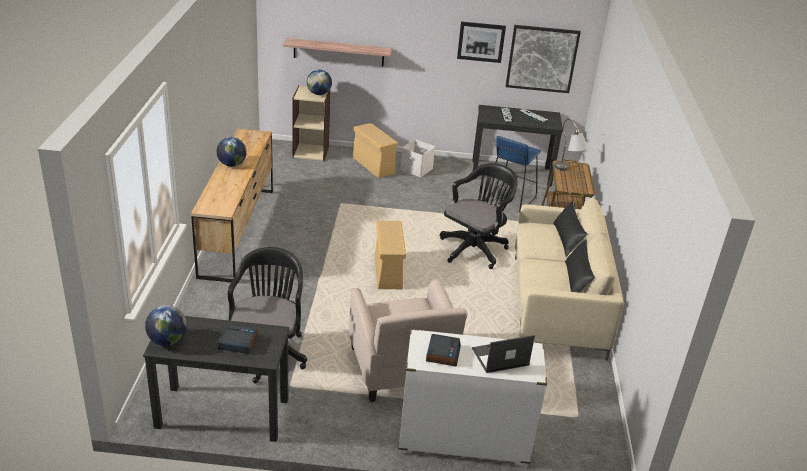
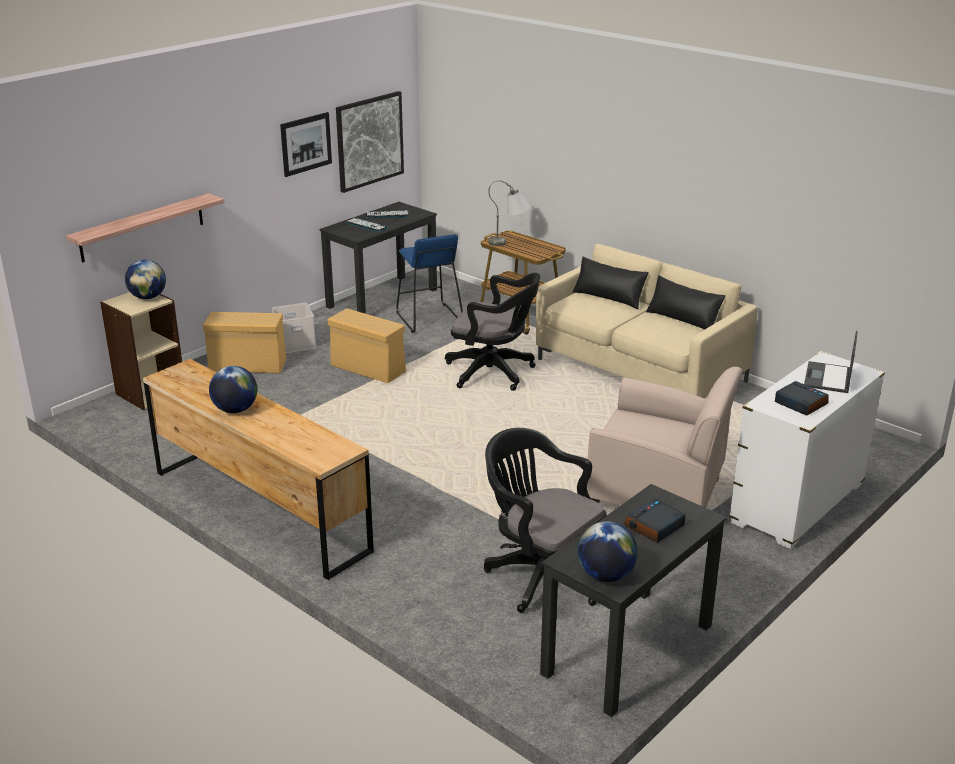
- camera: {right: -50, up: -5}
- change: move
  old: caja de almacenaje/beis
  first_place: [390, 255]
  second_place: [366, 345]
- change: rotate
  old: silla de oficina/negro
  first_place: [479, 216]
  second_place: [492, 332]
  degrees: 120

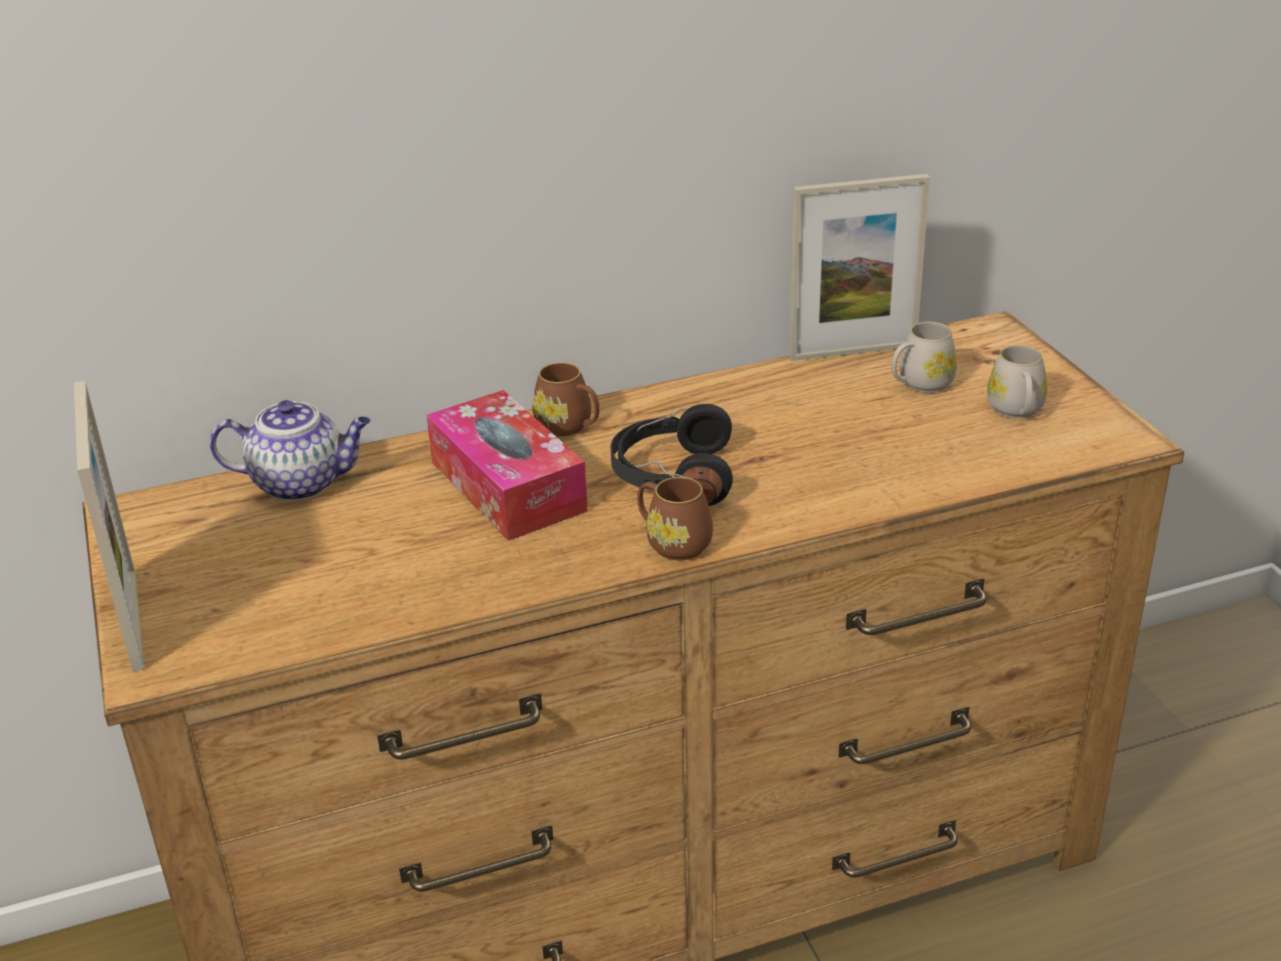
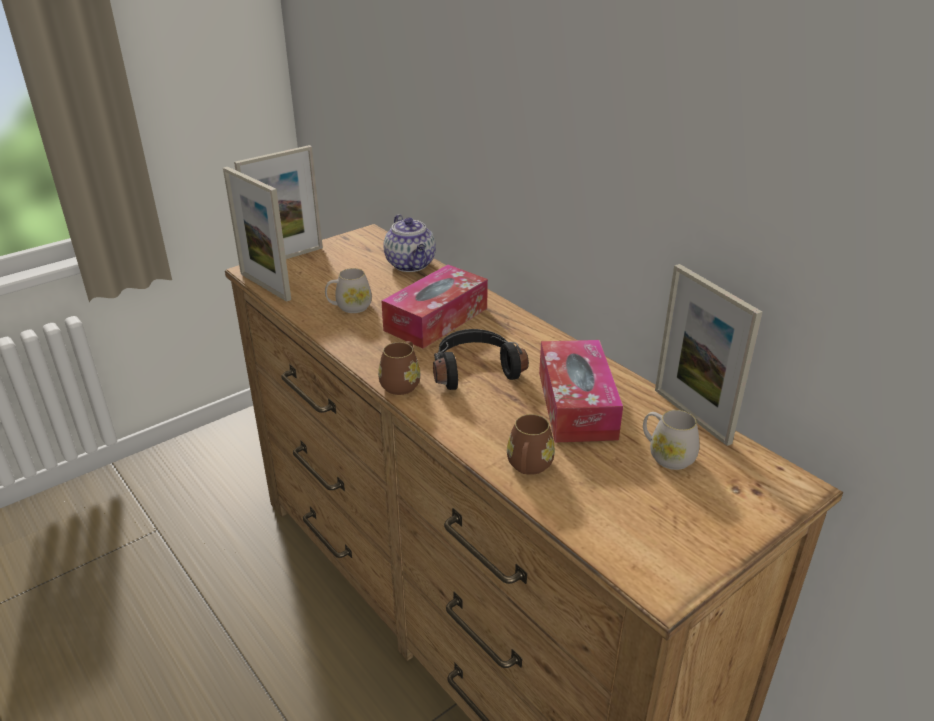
- camera: {right: 70, up: 0}
- change: insert
  new: portarretratos
  second_place: [257, 234]
- change: move
  old: taza grande/blanco
  first_place: [1017, 381]
  second_place: [348, 290]
- change: move
  old: taza grande/marrón
  first_place: [566, 399]
  second_place: [531, 444]
- change: insert
  new: caja de pañuelos
  second_place: [581, 391]

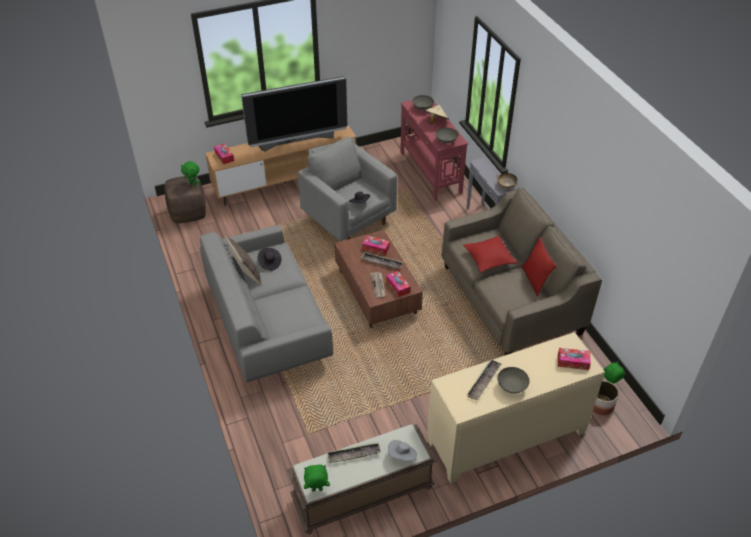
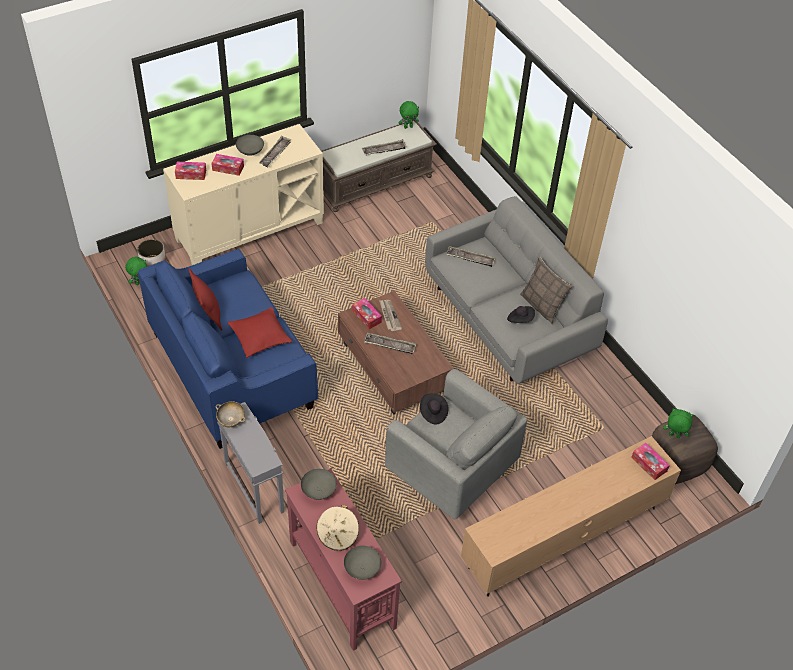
- camera: {right: 170, up: 5}
- change: recolor
  old: sofá/beis
  new: sofá/azul
  first_place: [521, 271]
  second_place: [228, 349]
- change: move
  old: caja de pañuelos
  first_place: [376, 245]
  second_place: [227, 165]
- change: insert
  new: bandeja
  second_place: [471, 256]
- change: delete
  old: televisor
  first_place: [294, 113]
- change: delete
  old: sombrero/gris
  first_place: [402, 450]

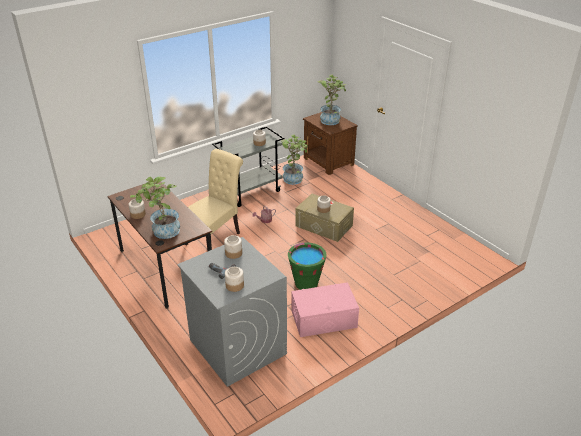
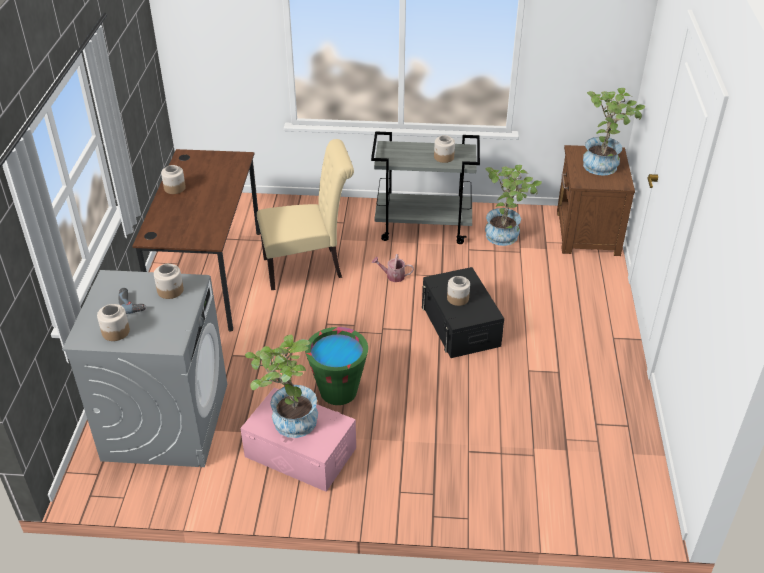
- camera: {right: 40, up: 5}
- change: move
  old: planta en maceta
  first_place: [155, 207]
  second_place: [281, 386]
- change: recolor
  old: caja de almacenaje/beis
  new: caja de almacenaje/negro
  first_place: [325, 218]
  second_place: [463, 312]

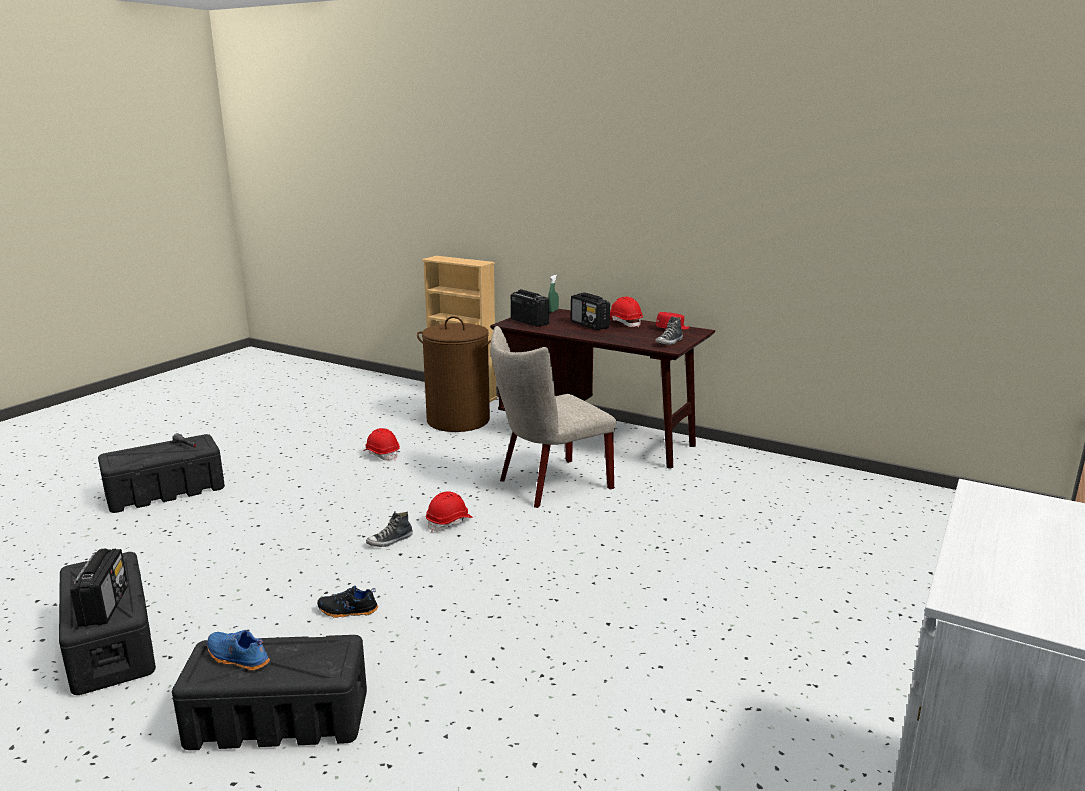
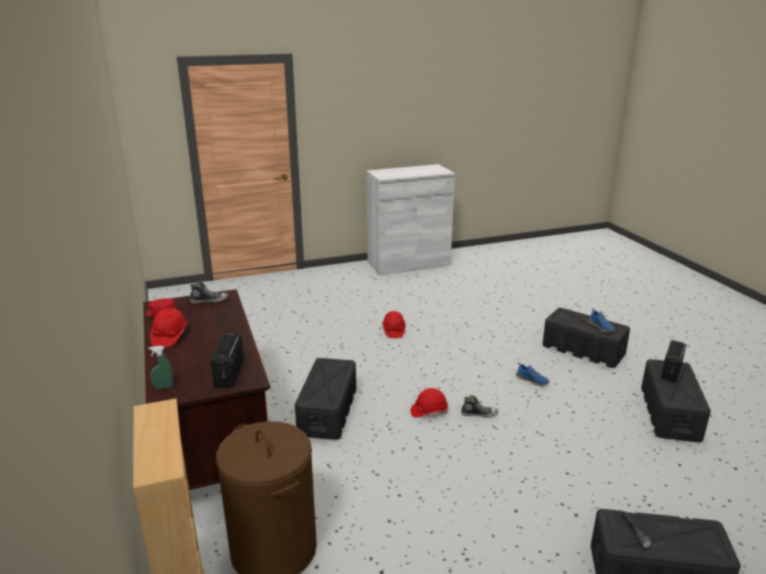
- camera: {right: -140, up: 5}
- change: replace
  old: silla/beis
  new: caja de almacenaje/negro
  first_place: [553, 417]
  second_place: [325, 399]
- change: move
  old: casco/rojo
  first_place: [382, 444]
  second_place: [394, 324]
- change: recolor
  old: zapato/negro
  new: zapato/azul
  first_place: [347, 602]
  second_place: [532, 374]
- change: delete
  old: radio
  first_place: [590, 311]

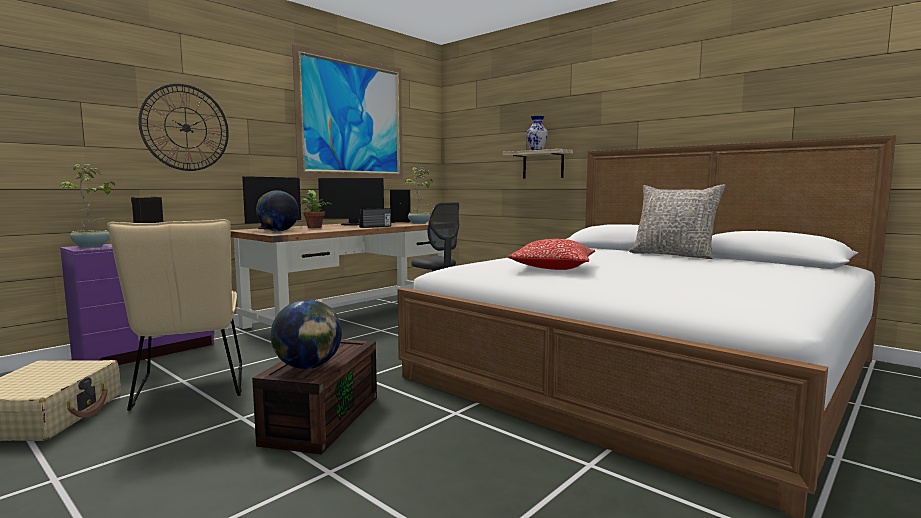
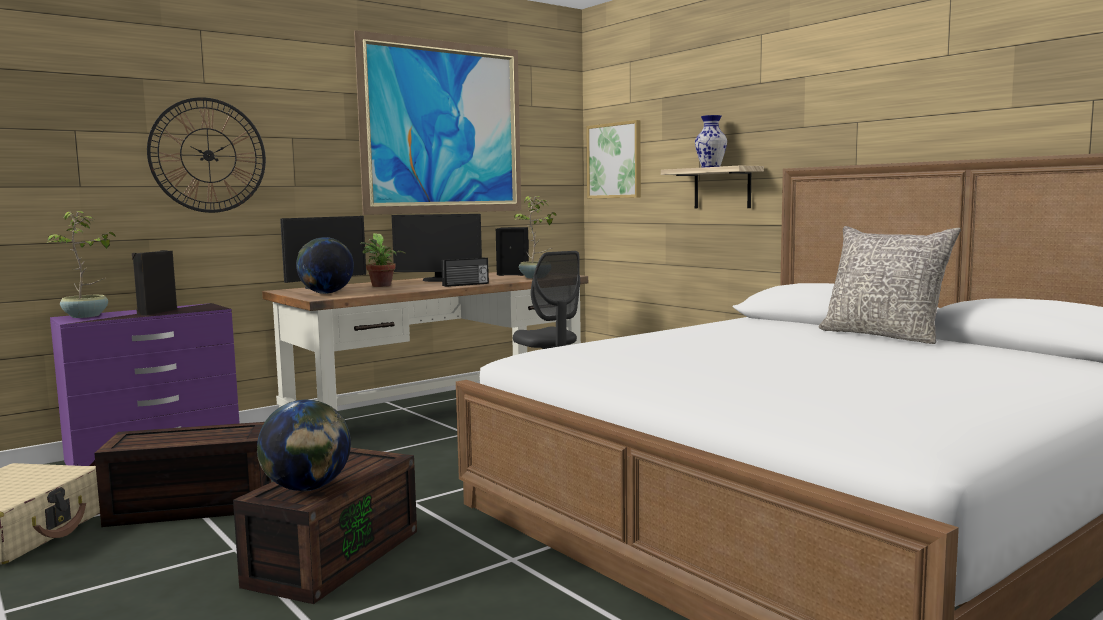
- camera: {right: 10, up: 0}
- change: replace
  old: silla/beis
  new: caja de almacenaje/marrón
  first_place: [174, 315]
  second_place: [182, 474]
- change: insert
  new: cuadro
  second_place: [613, 159]
- change: delete
  old: cojín
  first_place: [551, 254]

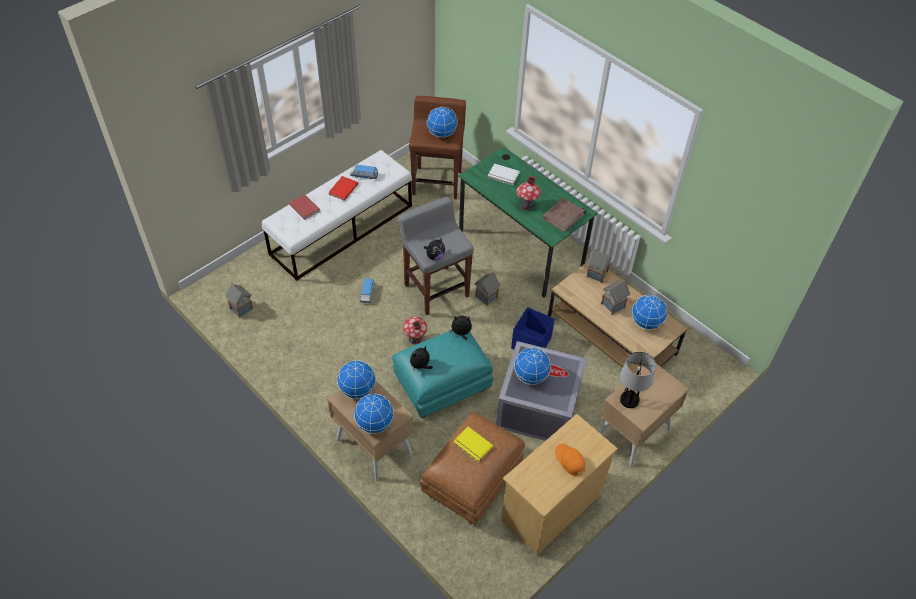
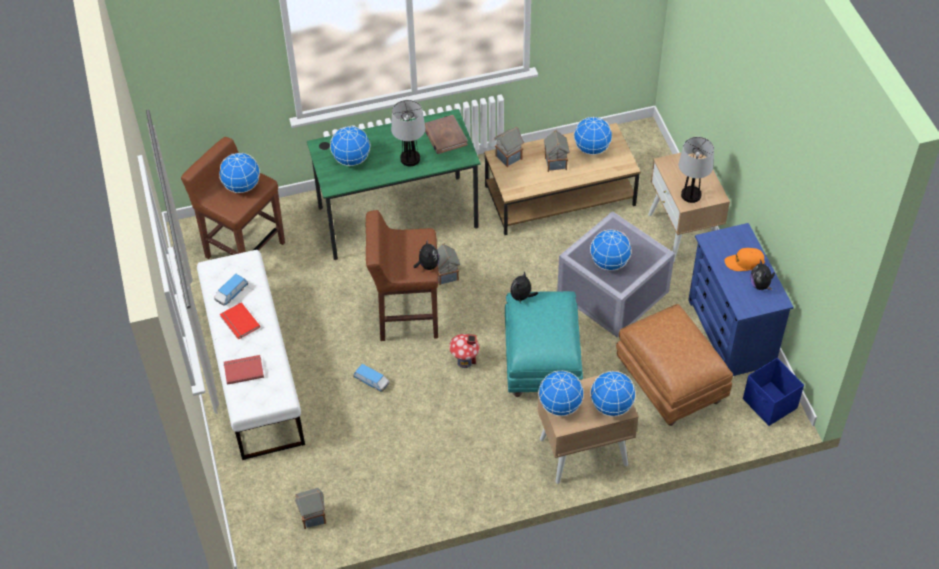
- camera: {right: -60, up: 0}
- change: replace
  old: libro/blanco
  new: globo terráqueo
  first_place: [503, 174]
  second_place: [350, 146]
- change: recolor
  old: taburete/gris
  new: taburete/marrón
  first_place: [436, 256]
  second_place: [402, 275]
- change: replace
  old: casita
  new: lámpara de mesa
  first_place: [529, 193]
  second_place: [408, 133]
- change: recolor
  old: cómoda/beis
  new: cómoda/azul
  first_place: [559, 484]
  second_place: [741, 299]
- change: move
  old: caja de almacenaje/azul
  first_place: [533, 328]
  second_place: [773, 392]
- change: move
  old: peluche
  first_place: [421, 357]
  second_place: [762, 274]
- change: delete
  old: libro/amarillo
  first_place: [473, 444]

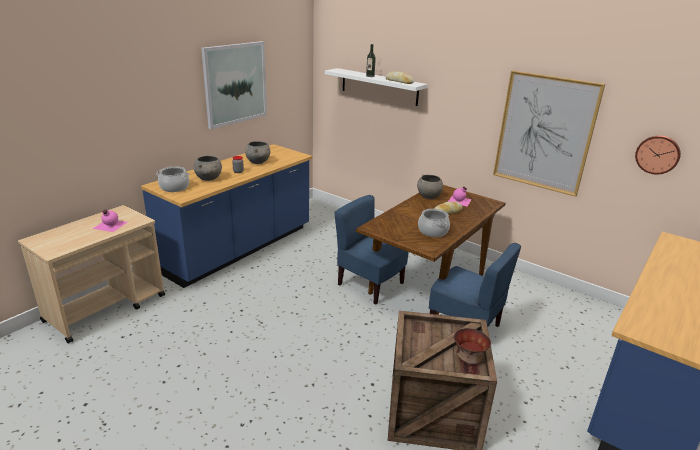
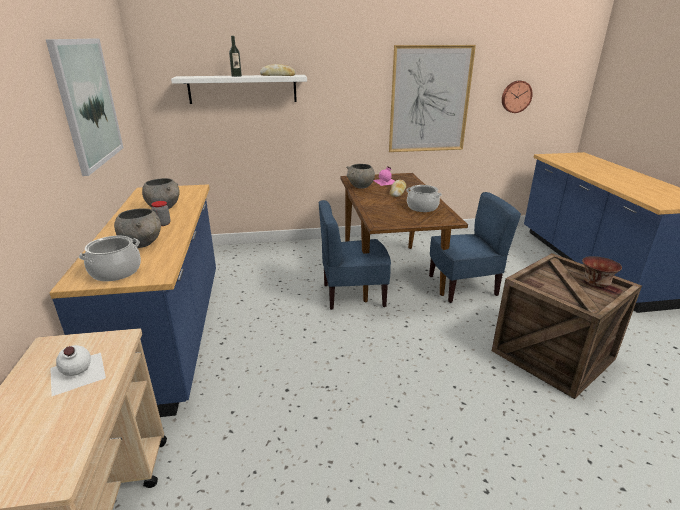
- camera: {right: -45, up: 0}
- change: recolor
  old: botella/rosa
  new: botella/blanco
  first_place: [110, 221]
  second_place: [78, 370]

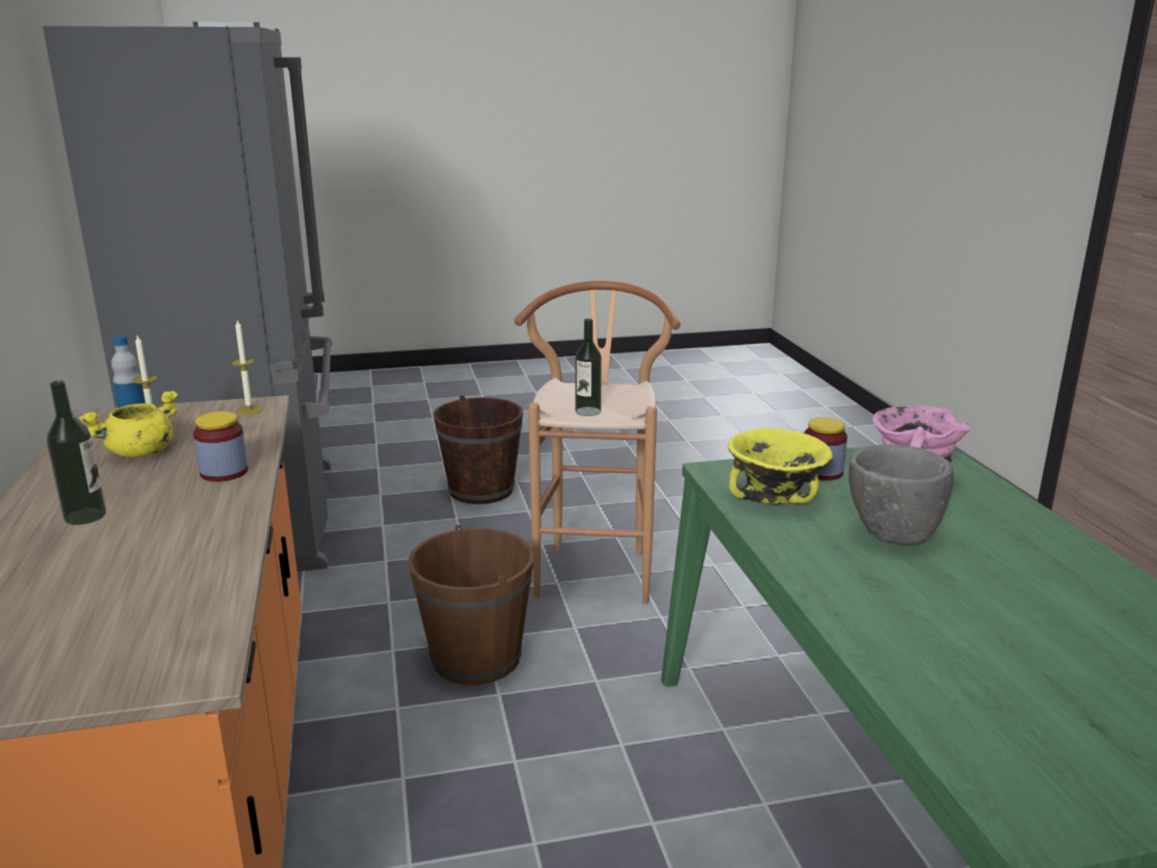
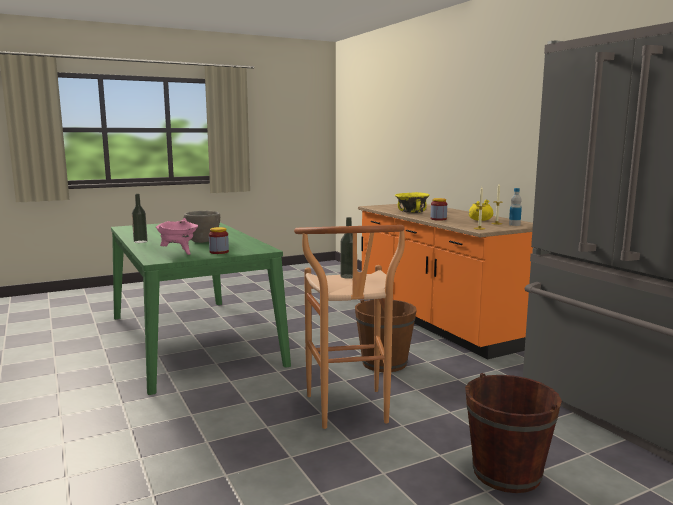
- camera: {right: 165, up: -10}
- change: move
  old: botella
  first_place: [76, 452]
  second_place: [140, 218]
- change: move
  old: cuenco/amarillo
  first_place: [780, 466]
  second_place: [412, 202]

